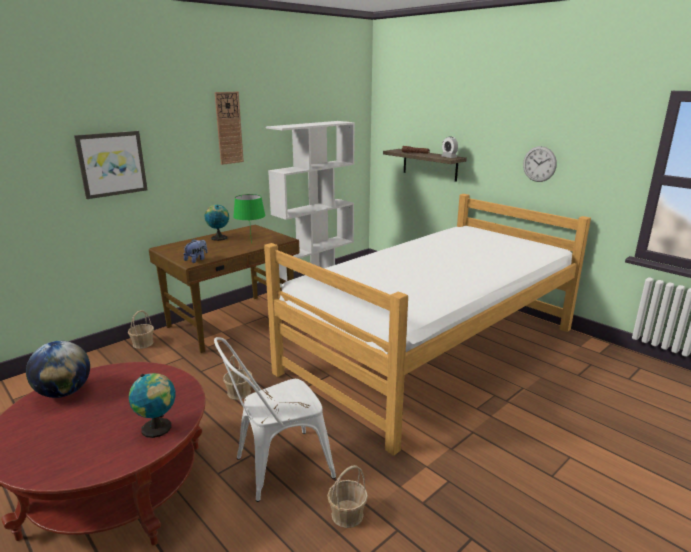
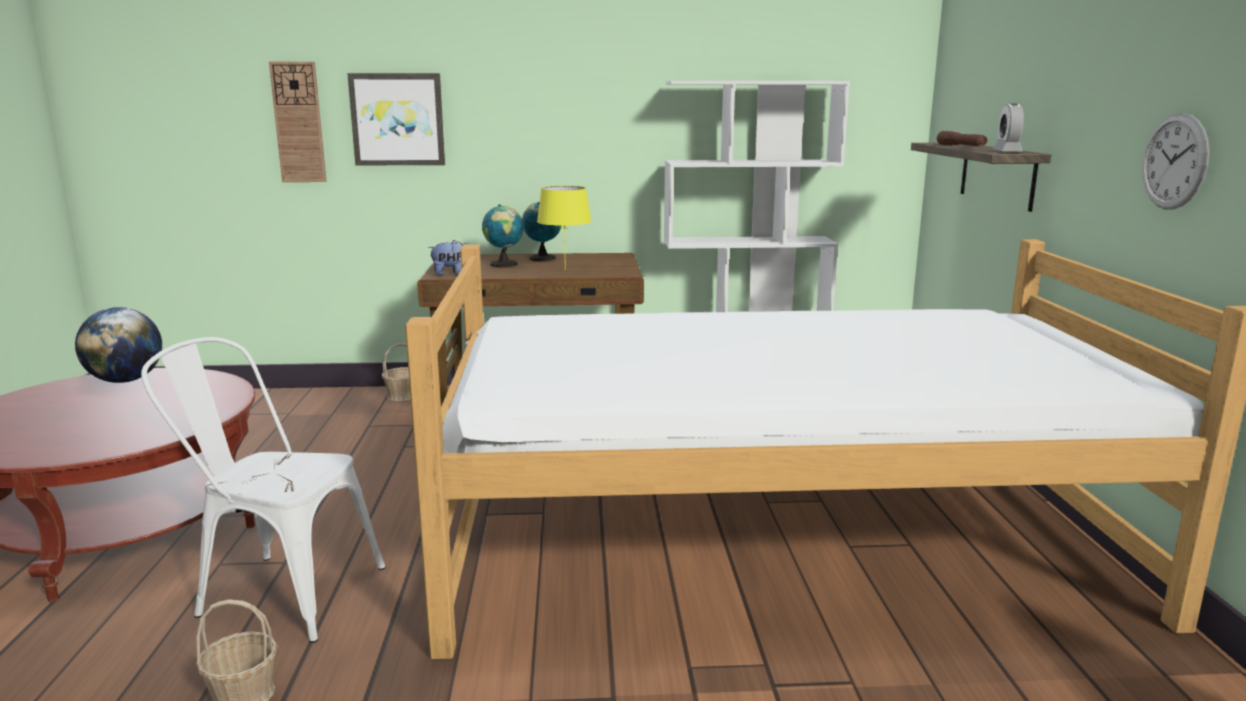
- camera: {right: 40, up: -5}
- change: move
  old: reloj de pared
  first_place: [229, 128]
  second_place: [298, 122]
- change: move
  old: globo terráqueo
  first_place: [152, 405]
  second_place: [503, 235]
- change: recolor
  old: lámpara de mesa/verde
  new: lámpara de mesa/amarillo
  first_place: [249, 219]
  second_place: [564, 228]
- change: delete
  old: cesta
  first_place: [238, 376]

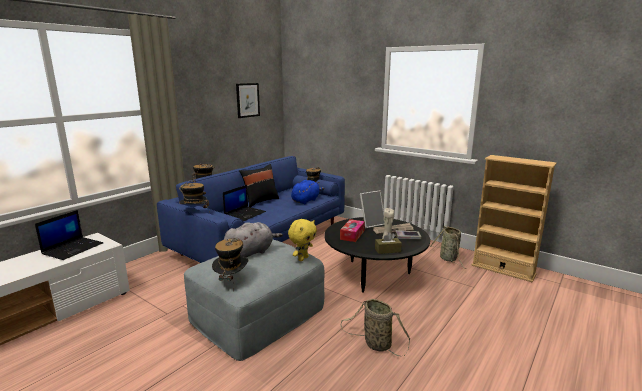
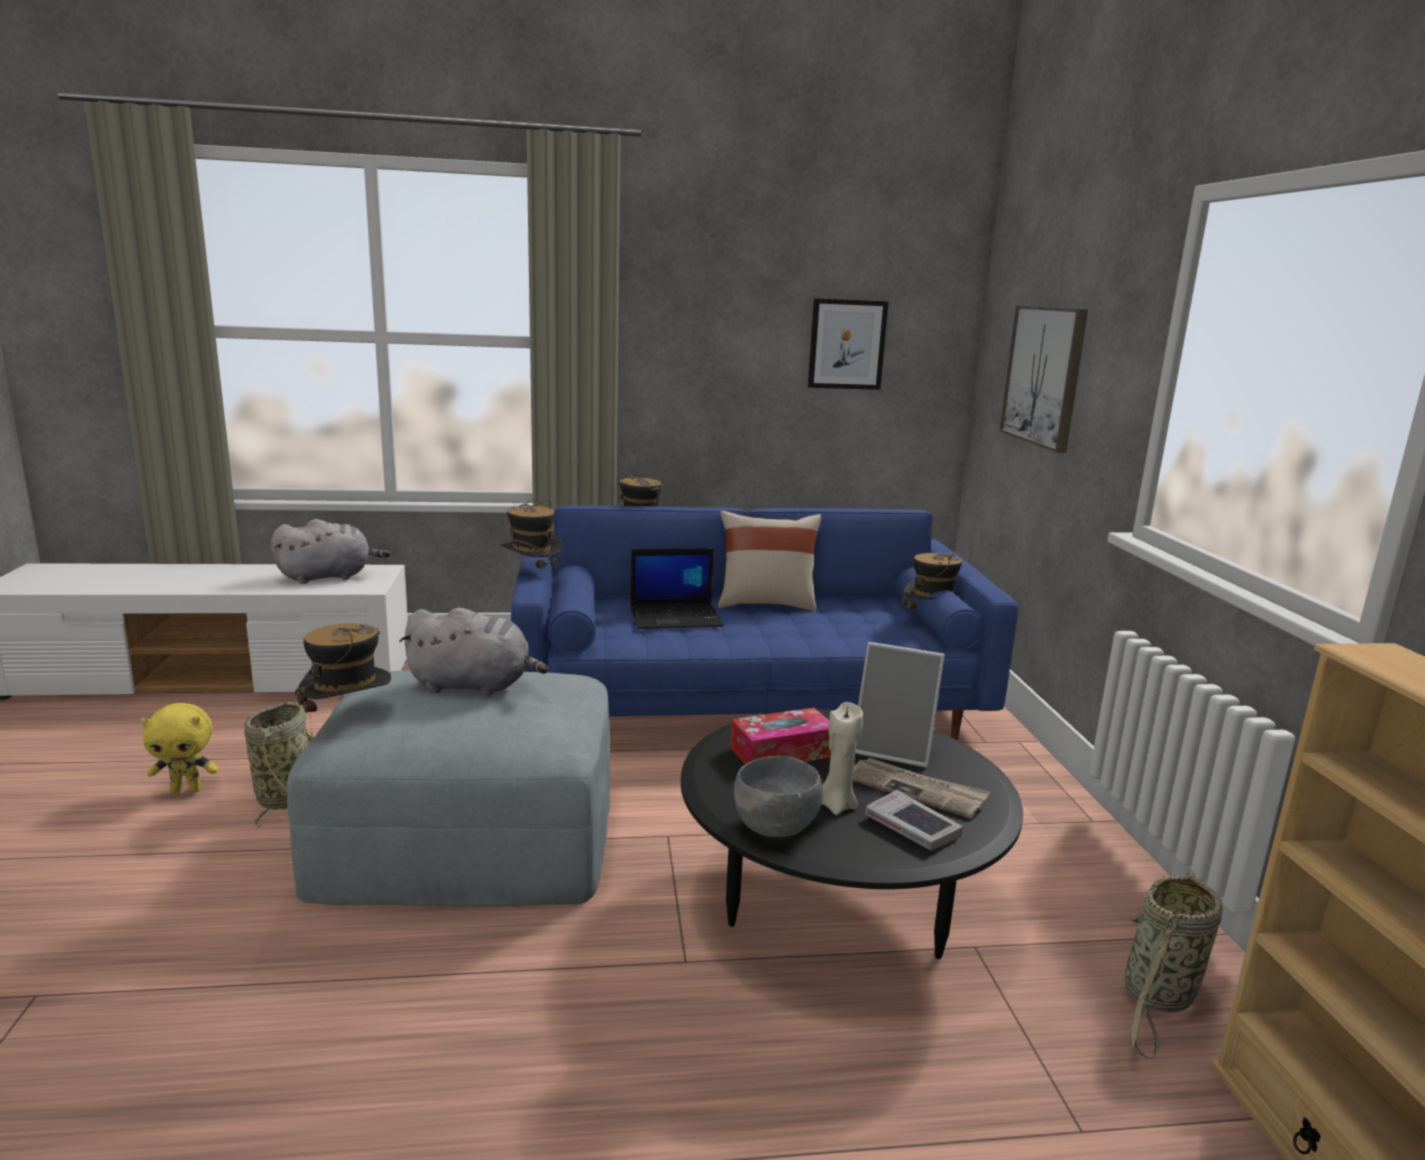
- camera: {right: 45, up: 0}
- change: move
  old: peluche/amarillo
  first_place: [302, 240]
  second_place: [179, 748]
- change: move
  old: cesta
  first_place: [375, 327]
  second_place: [278, 764]
- change: replace
  old: portátil
  new: peluche/gris
  first_place: [69, 235]
  second_place: [330, 551]
- change: recolor
  old: cojín/negro
  new: cojín/beis
  first_place: [259, 185]
  second_place: [769, 561]
- change: replace
  old: caja de pañuelos/marrón
  new: cuenco/gris
  first_place: [388, 243]
  second_place: [778, 796]
- change: insert
  new: cuadro
  second_place: [1043, 379]
- change: delete
  old: peluche/azul
  first_place: [307, 192]

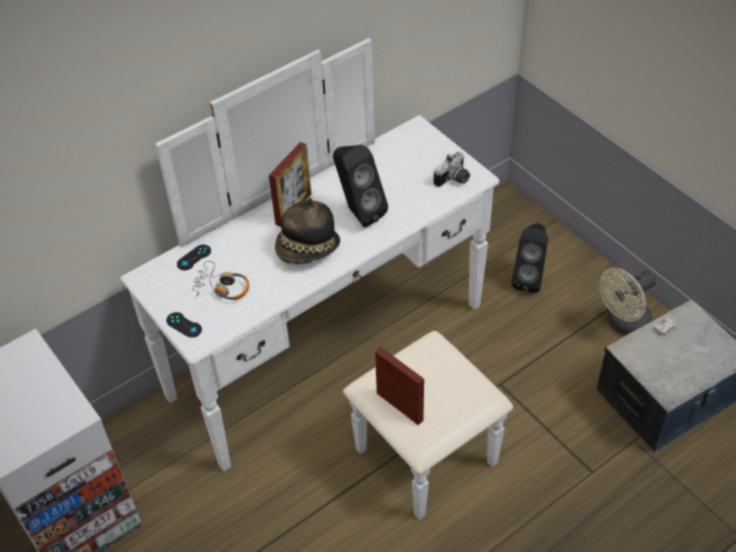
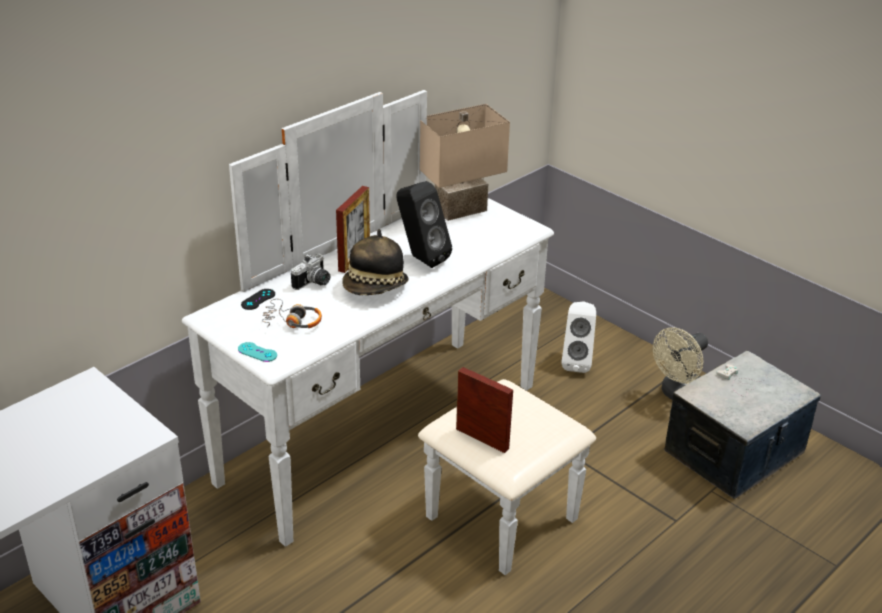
- camera: {right: -10, up: -15}
- change: recolor
  old: mando de consola/negro
  new: mando de consola/turquesa
  first_place: [184, 325]
  second_place: [257, 352]
- change: move
  old: cámara
  first_place: [452, 169]
  second_place: [310, 272]
- change: insert
  new: lámpara de mesa/beis
  second_place: [465, 162]
- change: recolor
  old: altavoz/negro
  new: altavoz/blanco
  first_place: [529, 258]
  second_place: [579, 337]

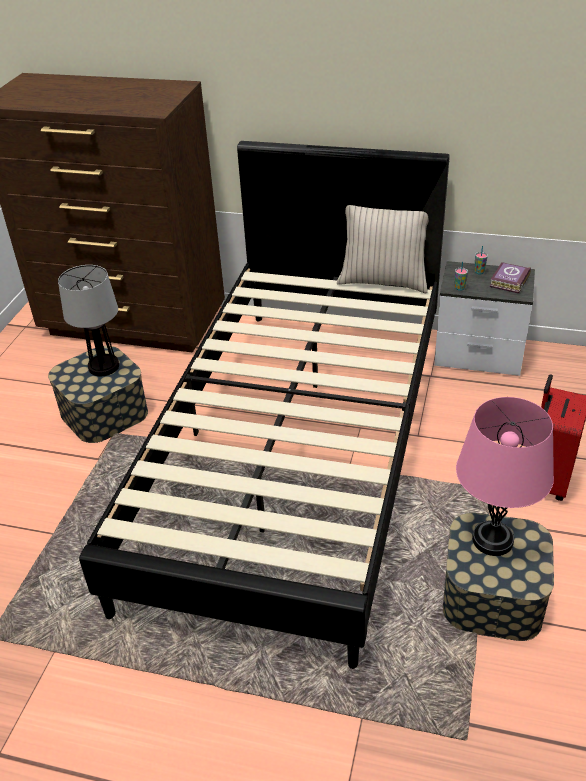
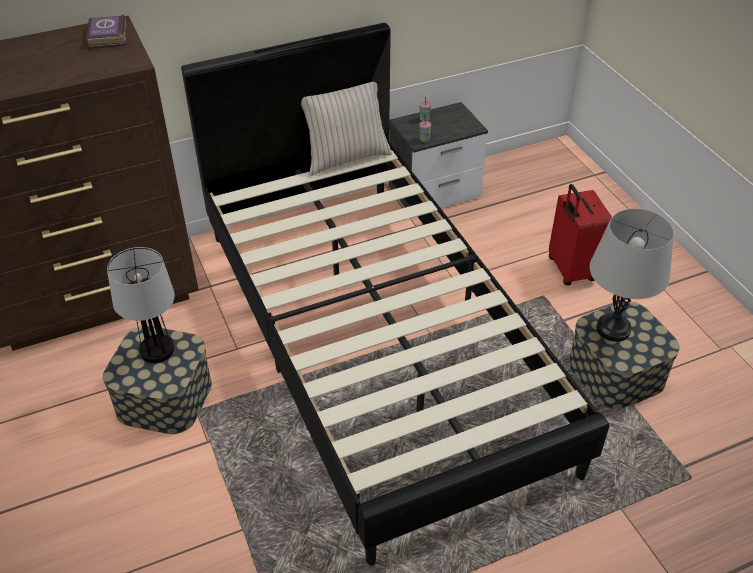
- camera: {right: -40, up: 5}
- change: move
  old: libro
  first_place: [510, 278]
  second_place: [106, 31]
- change: recolor
  old: lámpara de mesa/rosa
  new: lámpara de mesa/gris
  first_place: [505, 476]
  second_place: [632, 275]

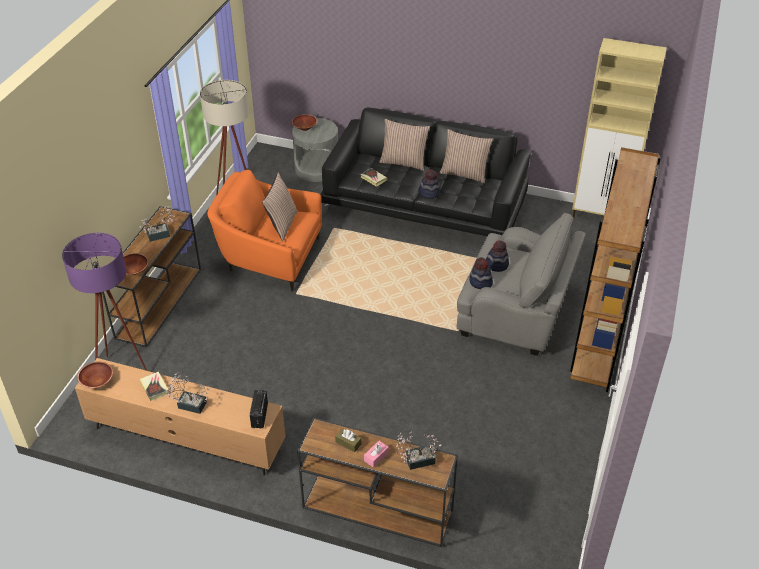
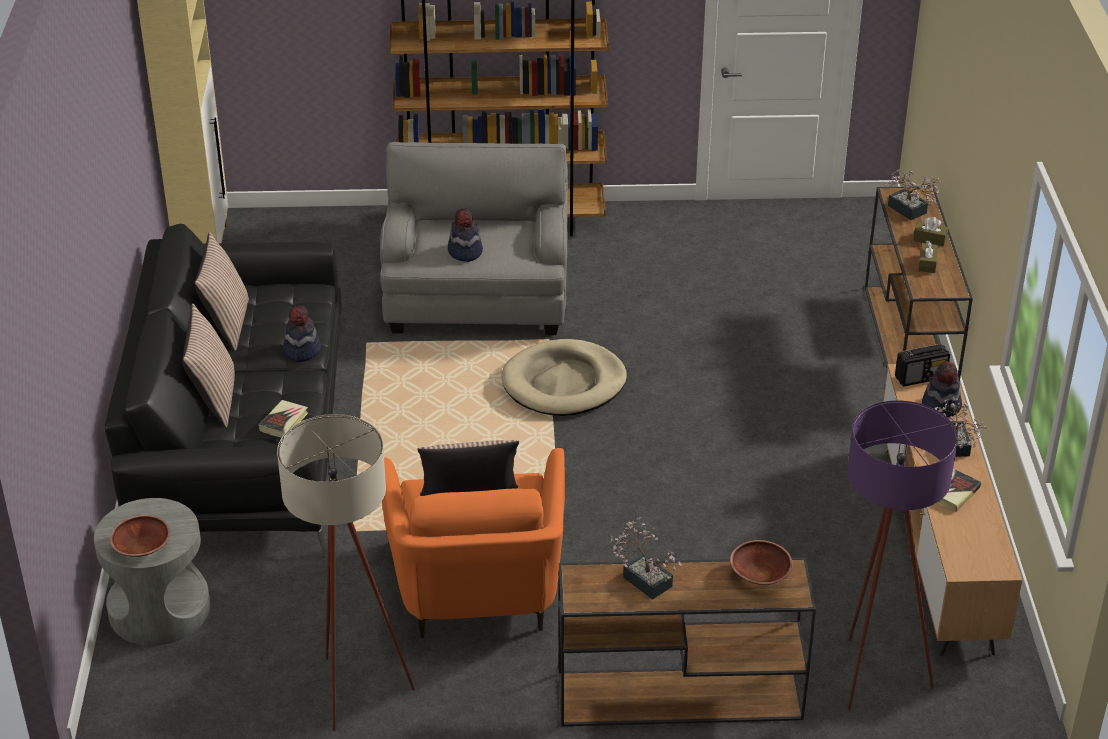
- camera: {right: -110, up: -5}
- change: insert
  new: cama para perro/beis
  second_place: [564, 377]
- change: recolor
  old: caja de pañuelos/rosa
  new: caja de pañuelos/marrón
  first_place: [376, 454]
  second_place: [930, 231]
- change: move
  old: sombrero
  first_place: [481, 273]
  second_place: [942, 389]
- change: delete
  old: cuenco/marrón
  first_place: [95, 375]

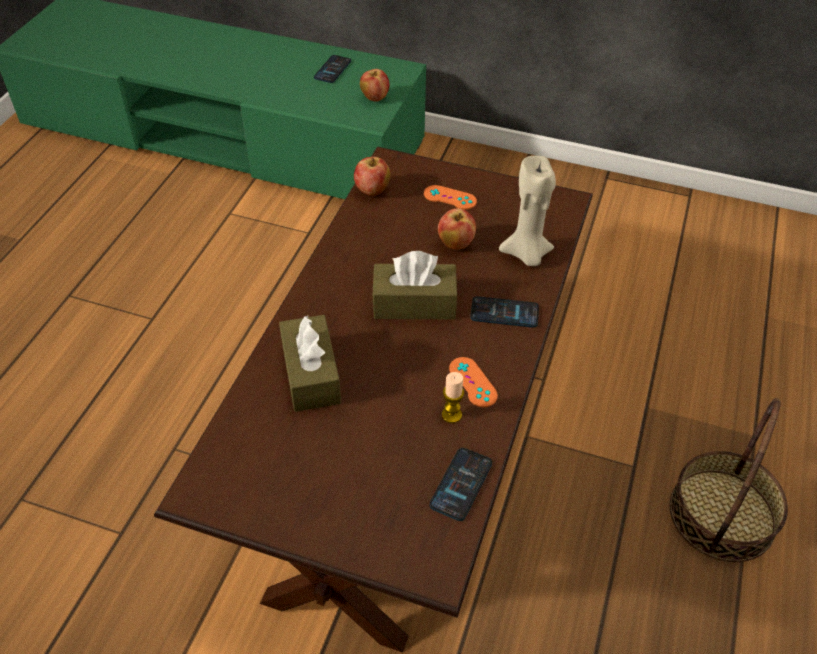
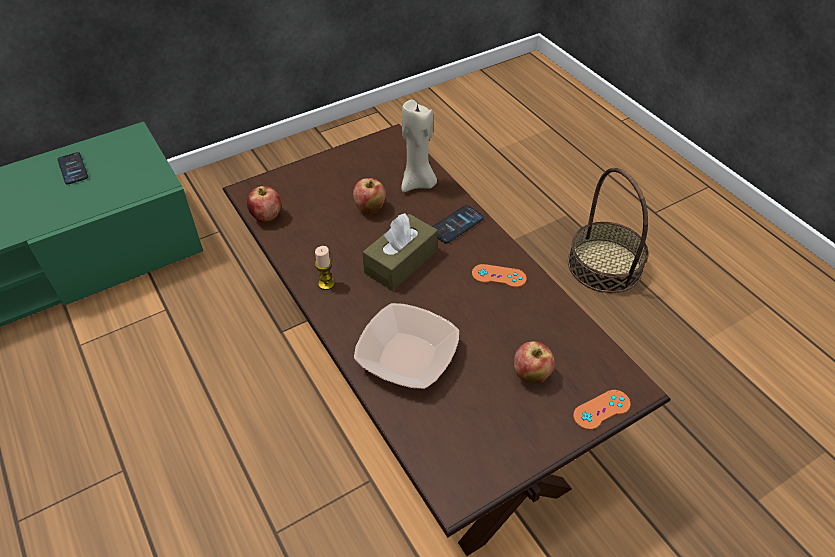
- camera: {right: -50, up: 0}
- change: move
  old: vela
  first_place: [453, 397]
  second_place: [325, 268]
- change: replace
  old: caja de pañuelos/marrón
  new: cuenco
  first_place: [310, 363]
  second_place: [406, 346]
- change: move
  old: manzana
  first_place: [375, 85]
  second_place: [534, 362]
- change: move
  old: mando de consola/naranja
  first_place: [450, 197]
  second_place: [602, 410]
- change: delete
  old: móvil
  first_place: [461, 484]

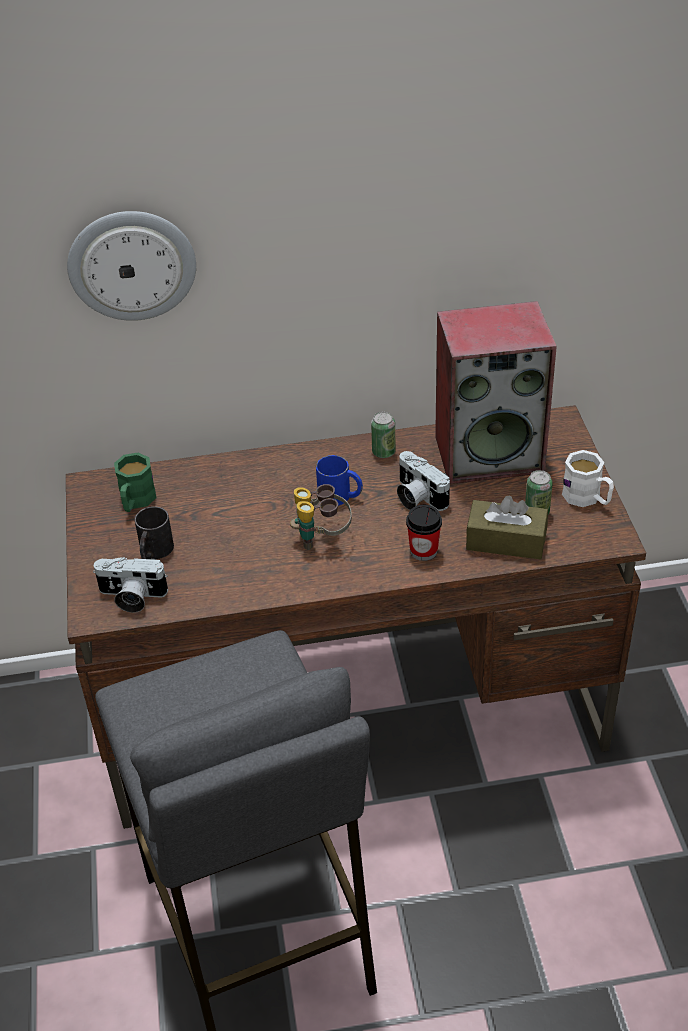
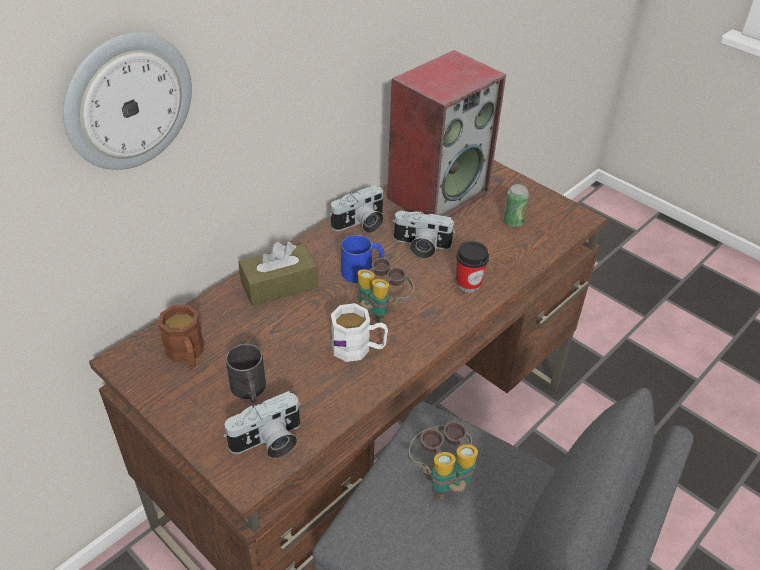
- camera: {right: -40, up: 0}
- change: recolor
  old: taza grande/verde
  new: taza grande/marrón
  first_place: [135, 482]
  second_place: [181, 336]
- change: move
  old: caja de pañuelos/marrón
  first_place: [507, 527]
  second_place: [278, 274]
- change: replace
  old: lata
  new: cámara
  first_place: [383, 435]
  second_place: [357, 209]
- change: move
  old: taza grande/blanco
  first_place: [588, 478]
  second_place: [359, 332]
- change: insert
  new: prismáticos
  second_place: [443, 460]

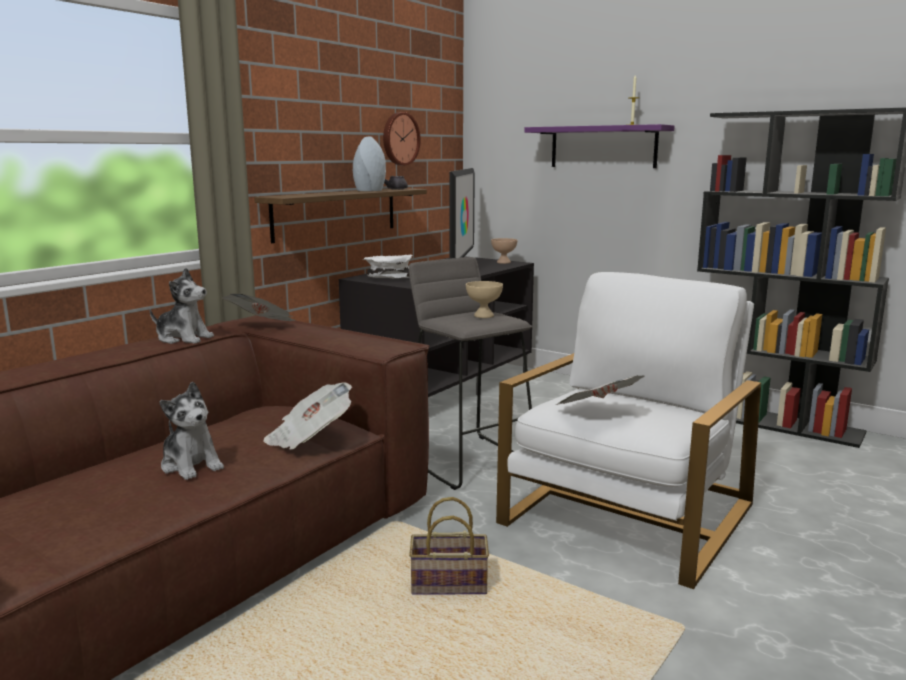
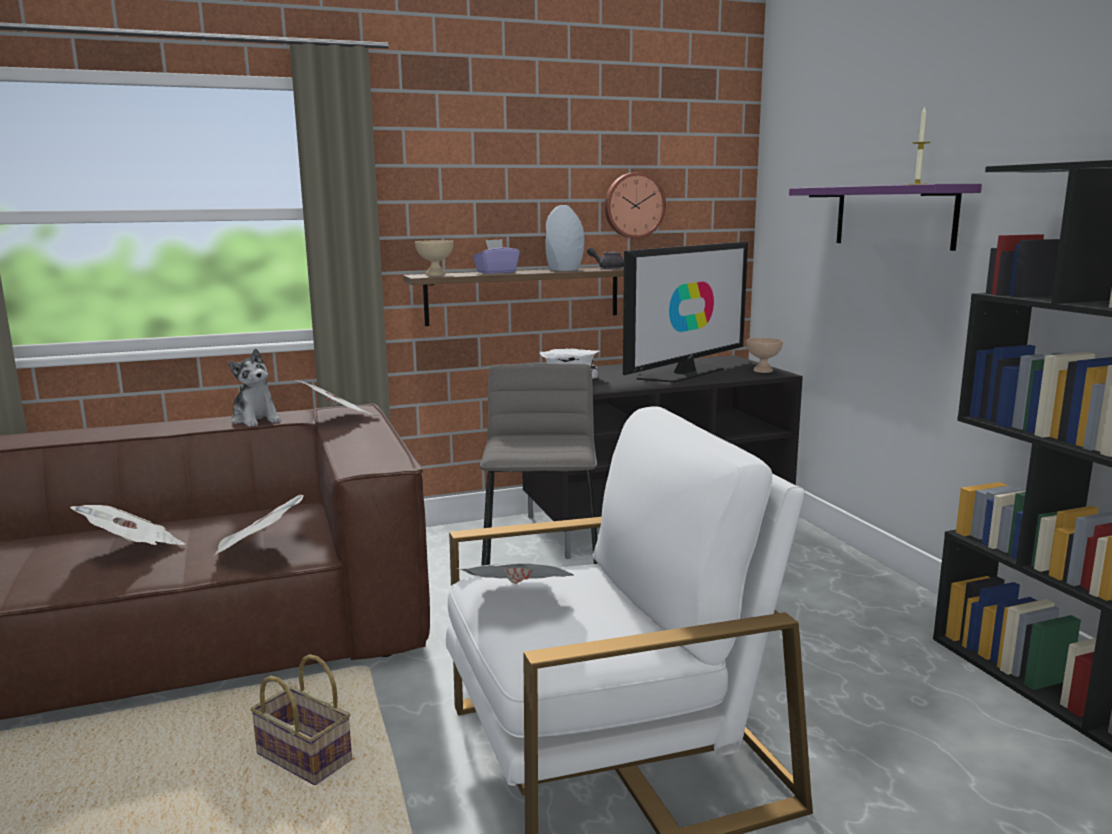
- camera: {right: 35, up: 0}
- change: replace
  old: peluche
  new: periódico
  first_place: [191, 431]
  second_place: [127, 525]
- change: move
  old: cuenco/beis
  first_place: [484, 299]
  second_place: [434, 258]
- change: insert
  new: caja de pañuelos/morado
  second_place: [496, 256]

